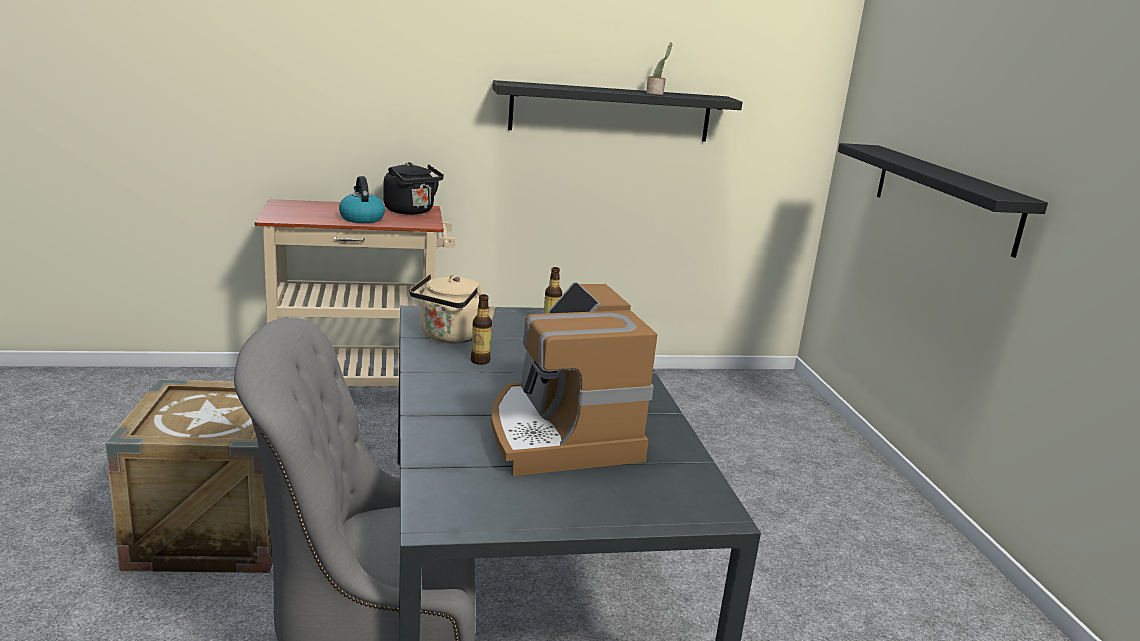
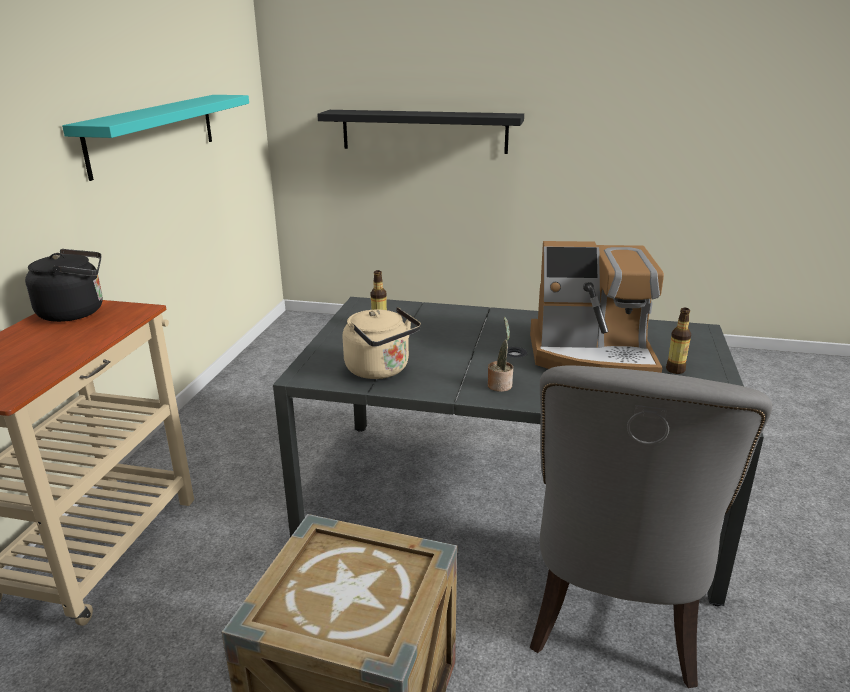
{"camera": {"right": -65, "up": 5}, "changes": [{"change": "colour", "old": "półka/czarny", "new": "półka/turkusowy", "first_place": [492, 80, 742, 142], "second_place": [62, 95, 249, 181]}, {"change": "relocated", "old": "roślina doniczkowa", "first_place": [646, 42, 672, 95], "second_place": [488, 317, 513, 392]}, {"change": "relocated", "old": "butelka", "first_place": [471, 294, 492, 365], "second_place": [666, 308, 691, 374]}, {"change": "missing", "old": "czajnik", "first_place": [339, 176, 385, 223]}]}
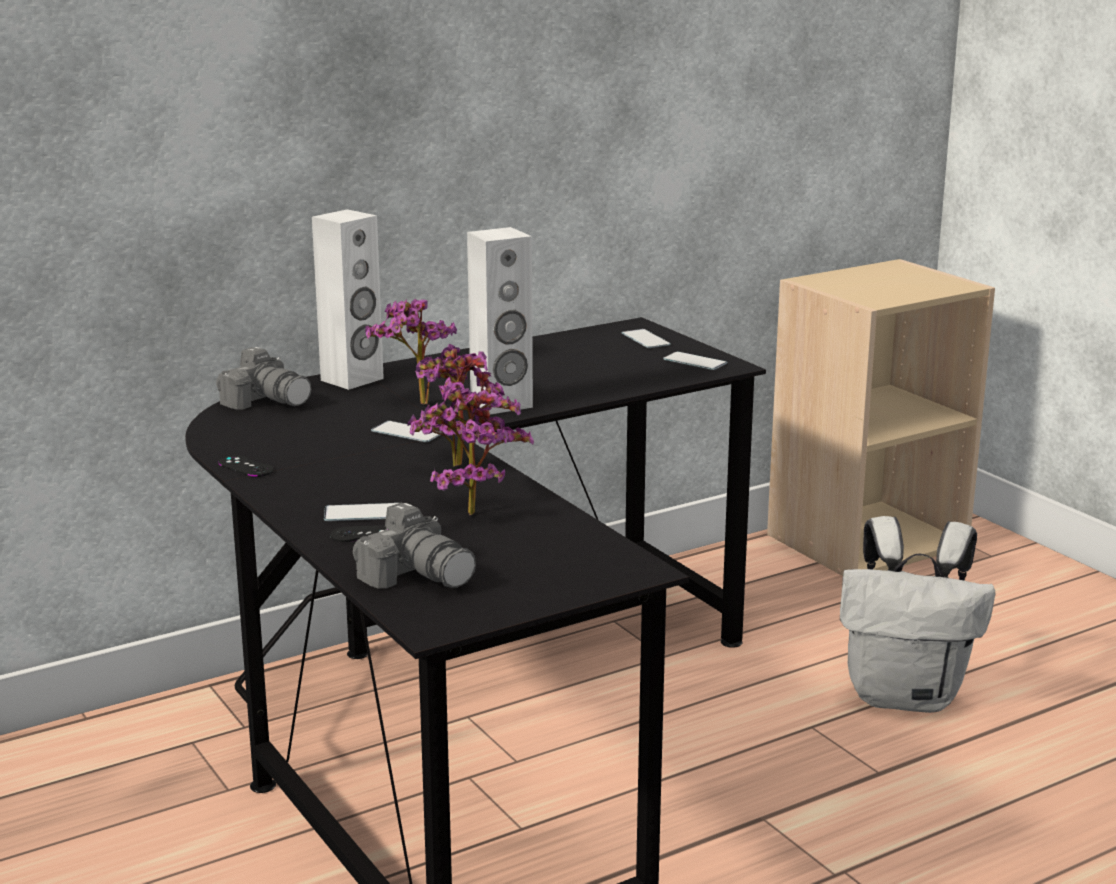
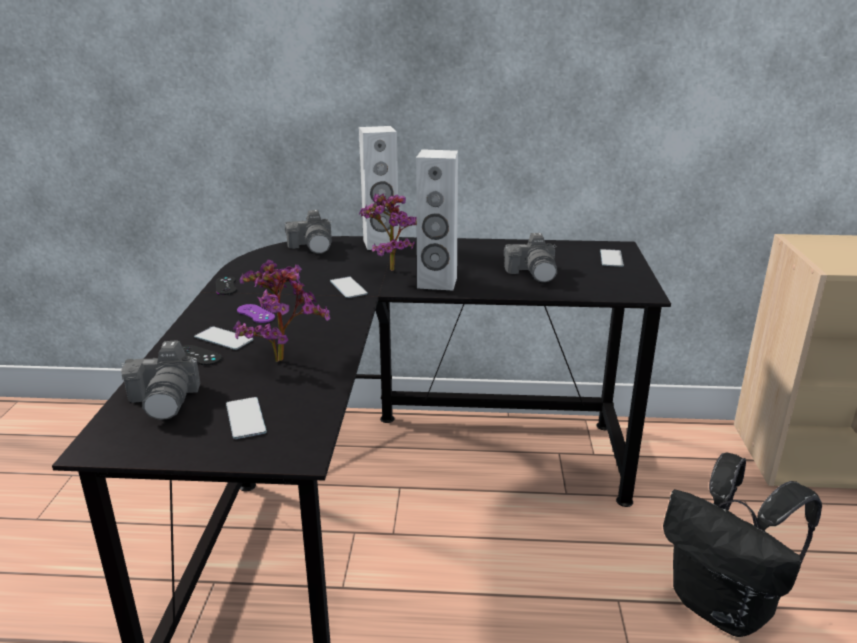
{"camera": {"right": 35, "up": 5}, "changes": [{"change": "relocated", "old": "telefon", "first_place": [663, 352, 727, 370], "second_place": [226, 397, 267, 439]}, {"change": "appeared", "new": "pad do gier/fioletowy", "second_place": [237, 304, 275, 323]}, {"change": "appeared", "new": "aparat fotograficzny", "second_place": [504, 233, 557, 282]}, {"change": "colour", "old": "plecak/biały", "new": "plecak/czarny", "first_place": [840, 516, 995, 713], "second_place": [663, 452, 822, 637]}, {"change": "missing", "old": "roślina doniczkowa", "first_place": [408, 344, 521, 467]}]}
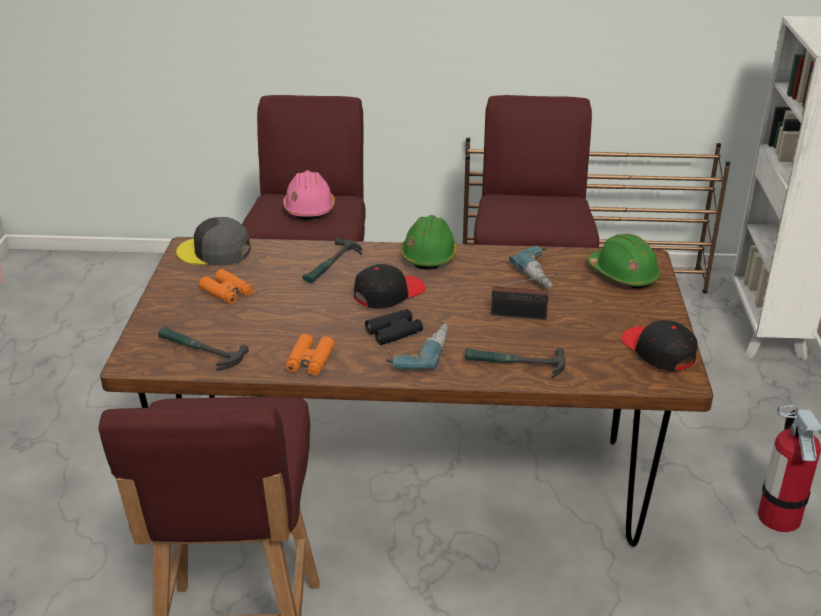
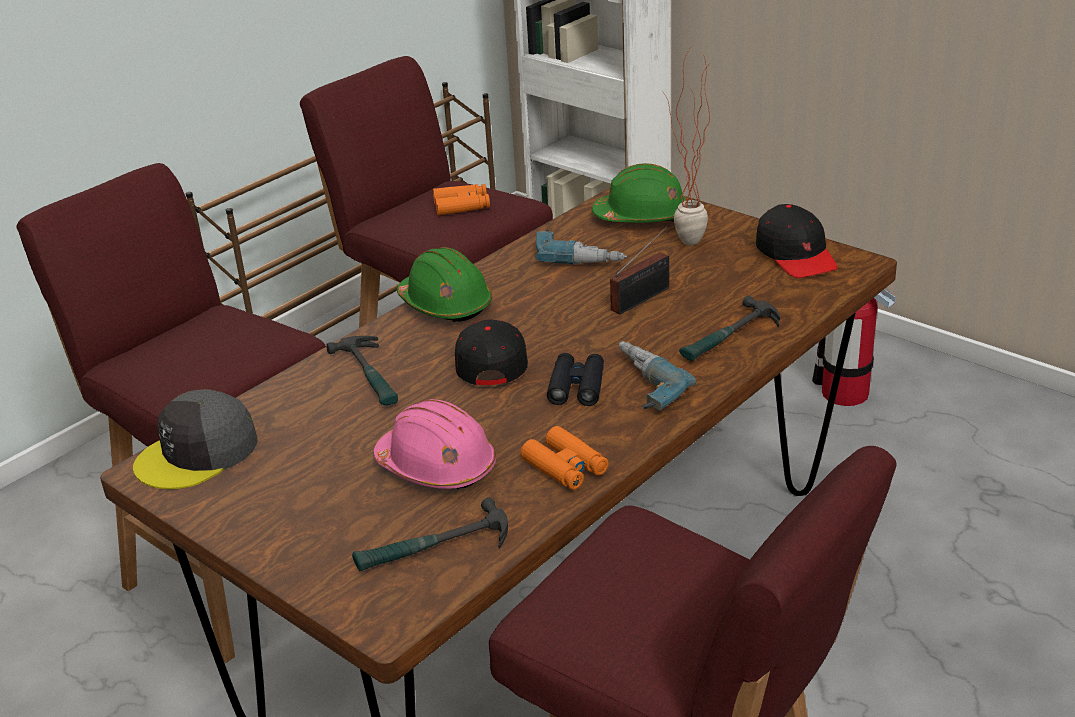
{"camera": {"right": -50, "up": 0}, "changes": [{"change": "relocated", "old": "kask/różowy", "first_place": [283, 170, 335, 220], "second_place": [374, 399, 496, 489]}, {"change": "relocated", "old": "lornetka/pomarańczowy", "first_place": [199, 269, 253, 304], "second_place": [433, 184, 490, 215]}, {"change": "appeared", "new": "roślina doniczkowa", "second_place": [663, 46, 710, 245]}, {"change": "spun", "old": "czapka z daszkiem/czarny", "first_place": [621, 320, 697, 371], "second_place": [756, 204, 838, 278], "degrees": -120}]}
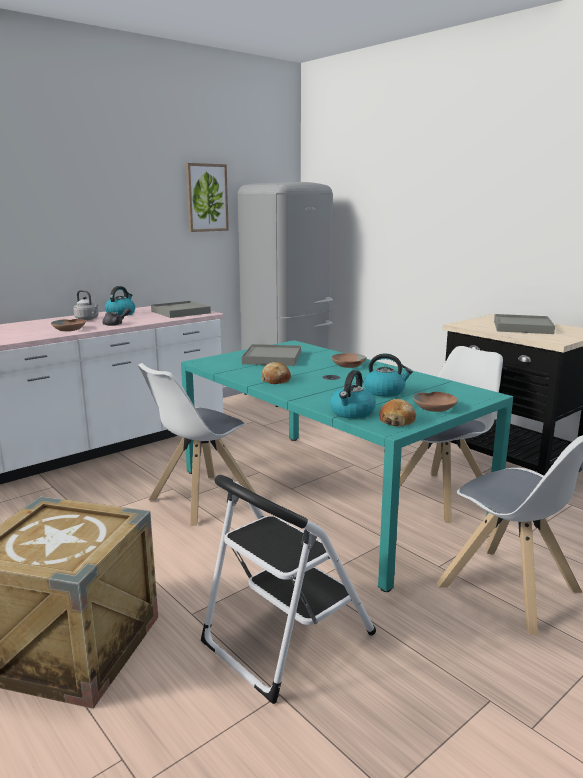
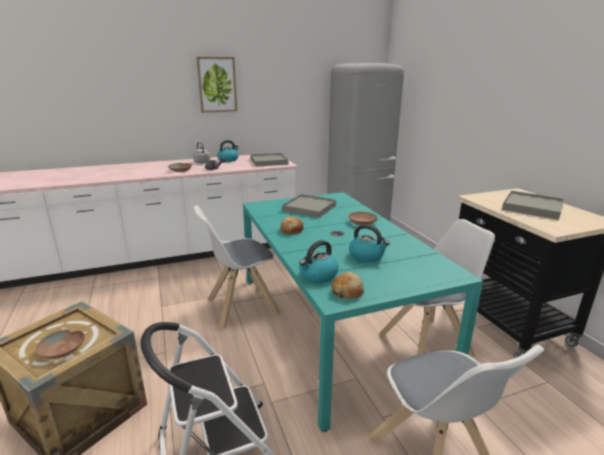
{"camera": {"right": 20, "up": 5}, "changes": [{"change": "relocated", "old": "miska/brązowy", "first_place": [413, 392, 458, 412], "second_place": [35, 329, 84, 359]}, {"change": "relocated", "old": "obraz", "first_place": [186, 163, 229, 232], "second_place": [196, 57, 237, 113]}]}
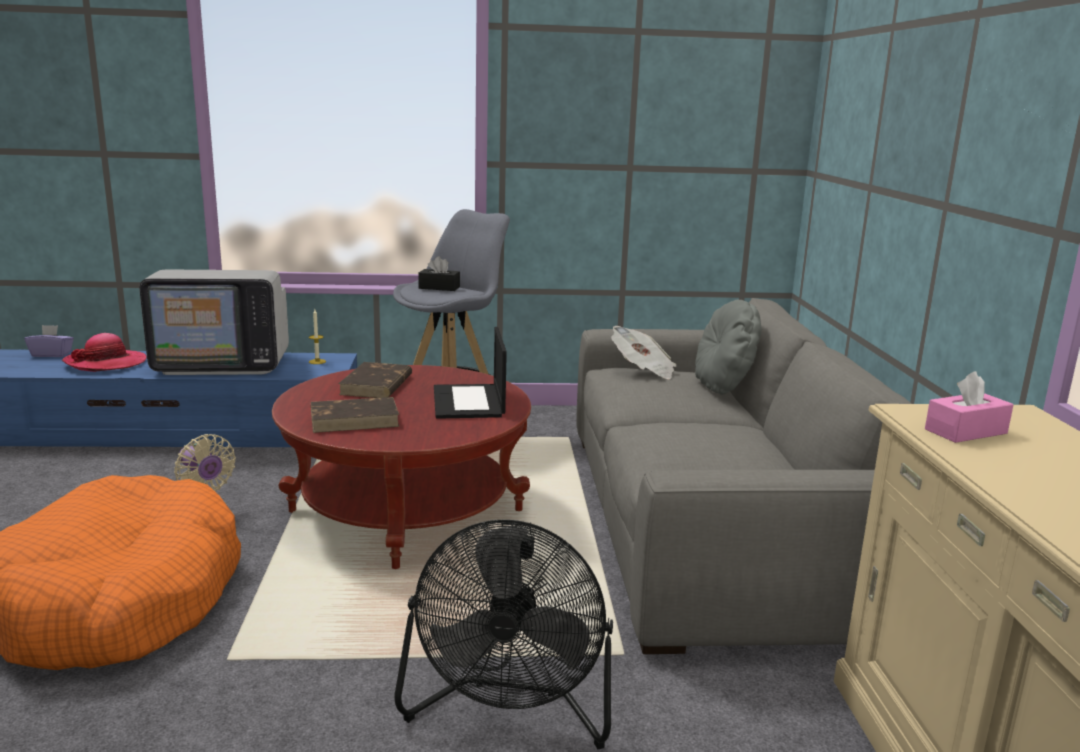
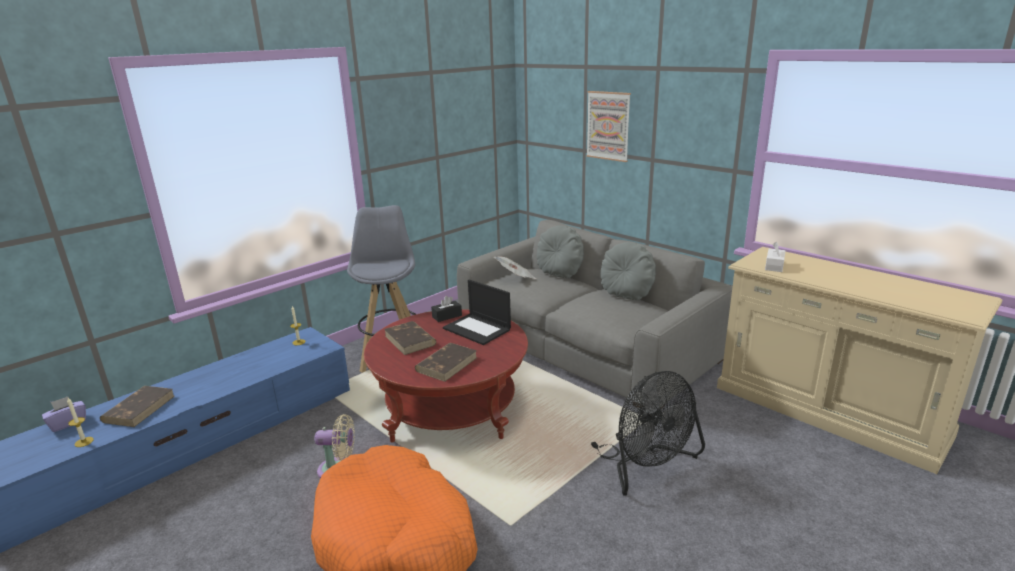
{"camera": {"right": -40, "up": 5}, "changes": [{"change": "appeared", "new": "świeca", "second_place": [67, 398, 94, 447]}, {"change": "exchanged", "old": "kapelusz", "new": "książka/brązowy", "first_place": [61, 333, 147, 372], "second_place": [100, 386, 175, 427]}, {"change": "relocated", "old": "pudełko chusteczek/czarny", "first_place": [418, 256, 460, 291], "second_place": [431, 296, 462, 322]}, {"change": "appeared", "new": "obraz", "second_place": [586, 91, 631, 162]}, {"change": "appeared", "new": "poduszka/szary", "second_place": [601, 242, 656, 300]}, {"change": "colour", "old": "pudełko chusteczek/różowy", "new": "pudełko chusteczek/biały", "first_place": [925, 371, 1013, 443], "second_place": [765, 242, 785, 272]}, {"change": "missing", "old": "telewizor", "first_place": [139, 270, 289, 375]}]}
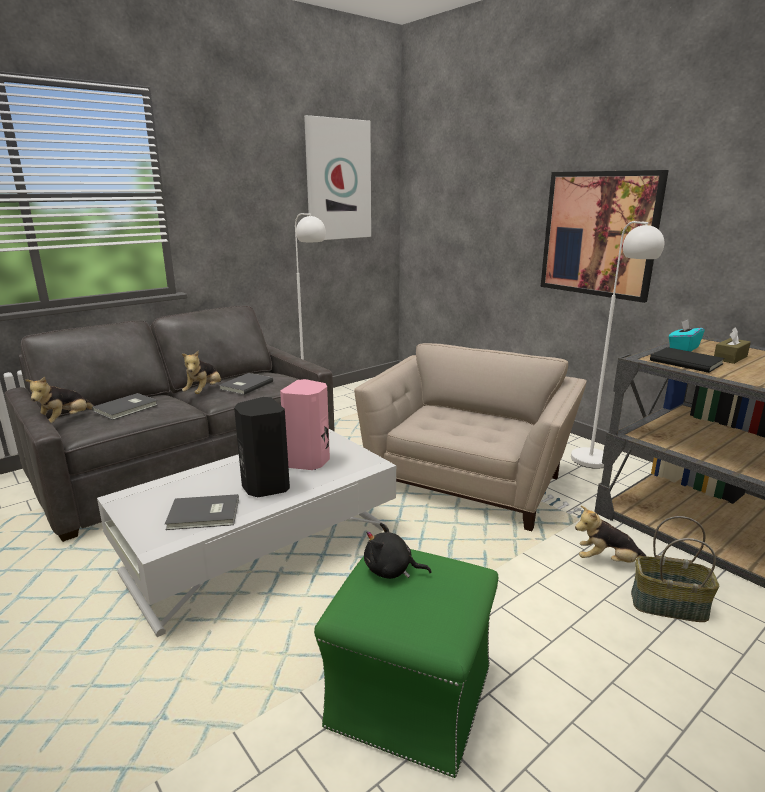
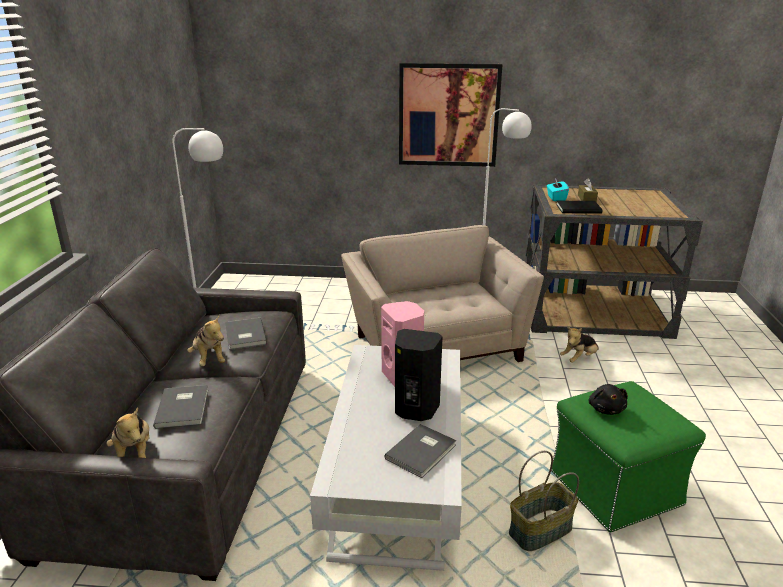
{"camera": {"right": -45, "up": 5}, "changes": [{"change": "relocated", "old": "koszyk", "first_place": [631, 516, 719, 622], "second_place": [509, 451, 579, 551]}, {"change": "spun", "old": "pluszak/czarny", "first_place": [364, 523, 431, 579], "second_place": [589, 384, 628, 415], "degrees": -60}, {"change": "missing", "old": "obraz", "first_place": [304, 115, 371, 240]}]}
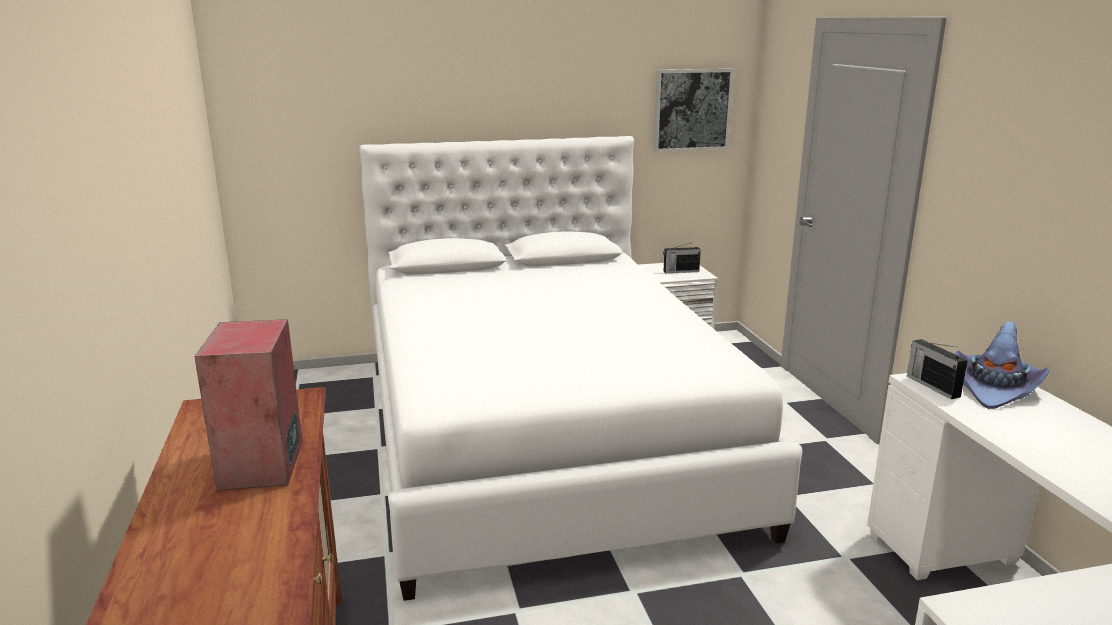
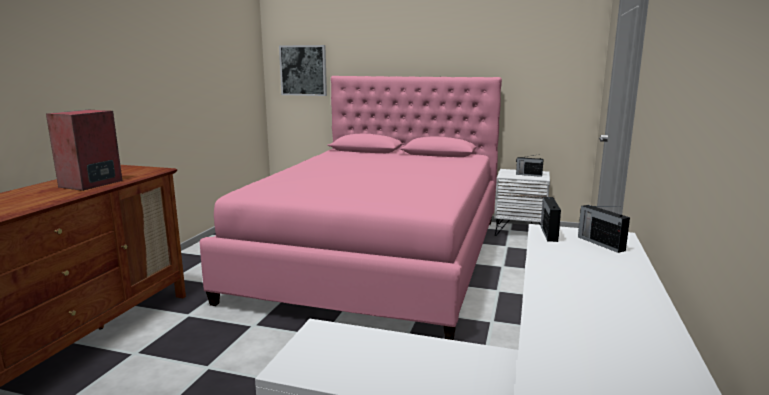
{"camera": {"right": 30, "up": -5}, "changes": [{"change": "colour", "old": "łóżko/biały", "new": "łóżko/różowy", "first_place": [359, 136, 803, 601], "second_place": [200, 76, 502, 340]}, {"change": "relocated", "old": "obraz", "first_place": [653, 69, 734, 152], "second_place": [279, 45, 327, 96]}, {"change": "exchanged", "old": "kapelusz/fioletowy", "new": "radio", "first_place": [955, 321, 1050, 409], "second_place": [578, 205, 630, 253]}]}
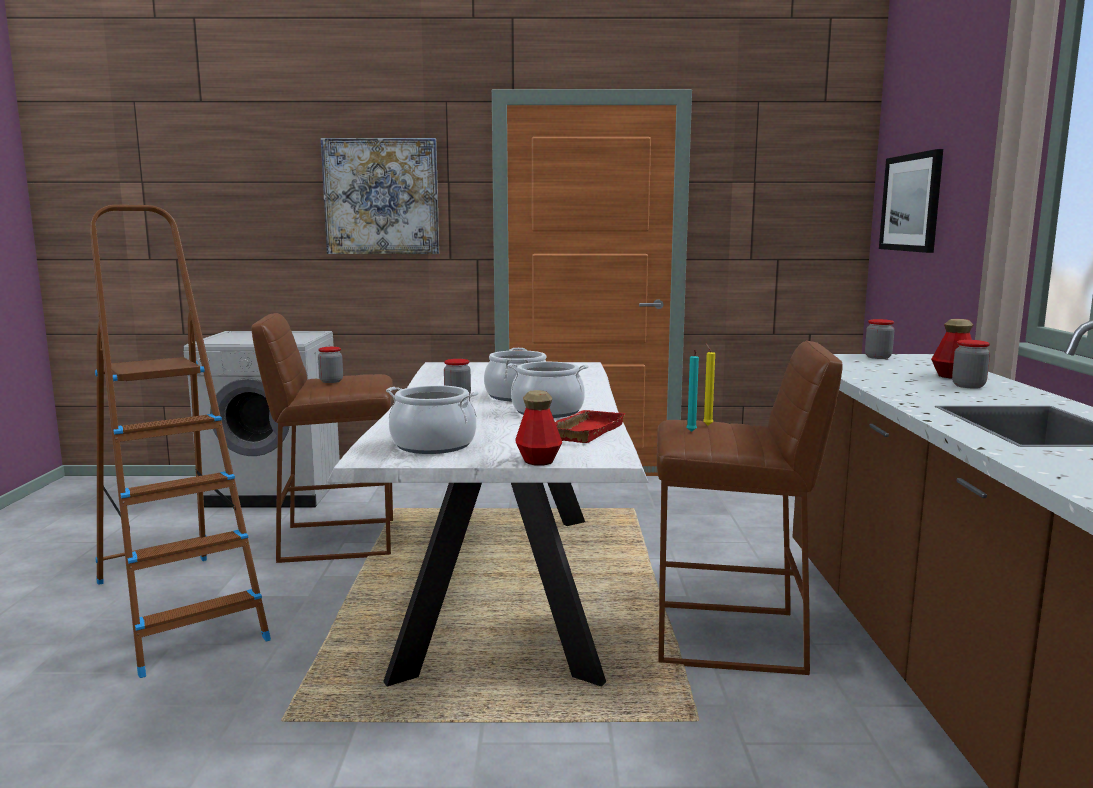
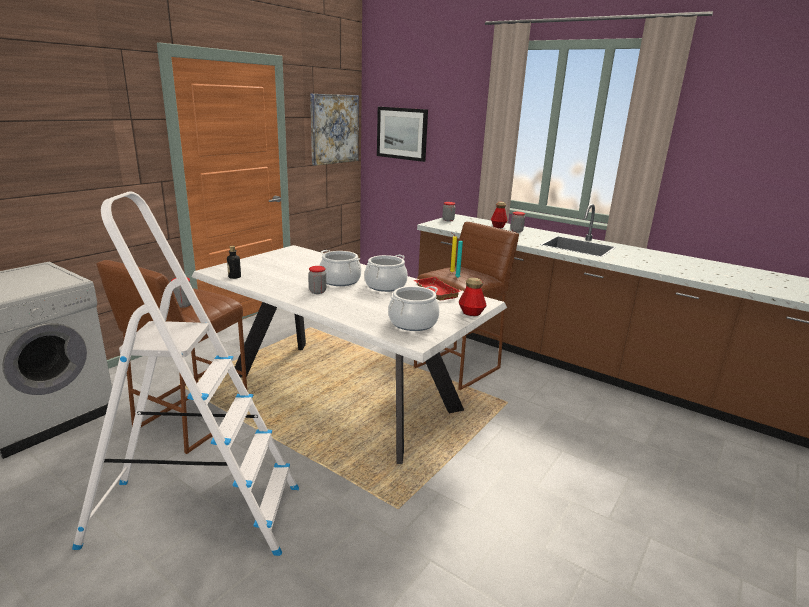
{"camera": {"right": -55, "up": 10}, "changes": [{"change": "colour", "old": "drabinka/brązowy", "new": "drabinka/biały", "first_place": [90, 205, 271, 678], "second_place": [72, 191, 299, 556]}, {"change": "appeared", "new": "butelka", "second_place": [227, 246, 241, 279]}, {"change": "relocated", "old": "obraz", "first_place": [321, 138, 439, 254], "second_place": [310, 94, 359, 165]}]}
